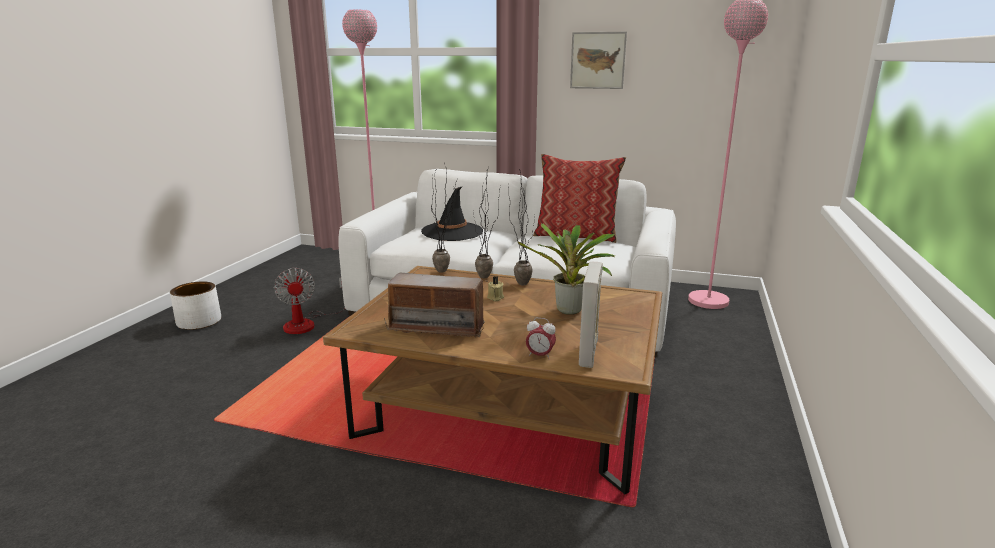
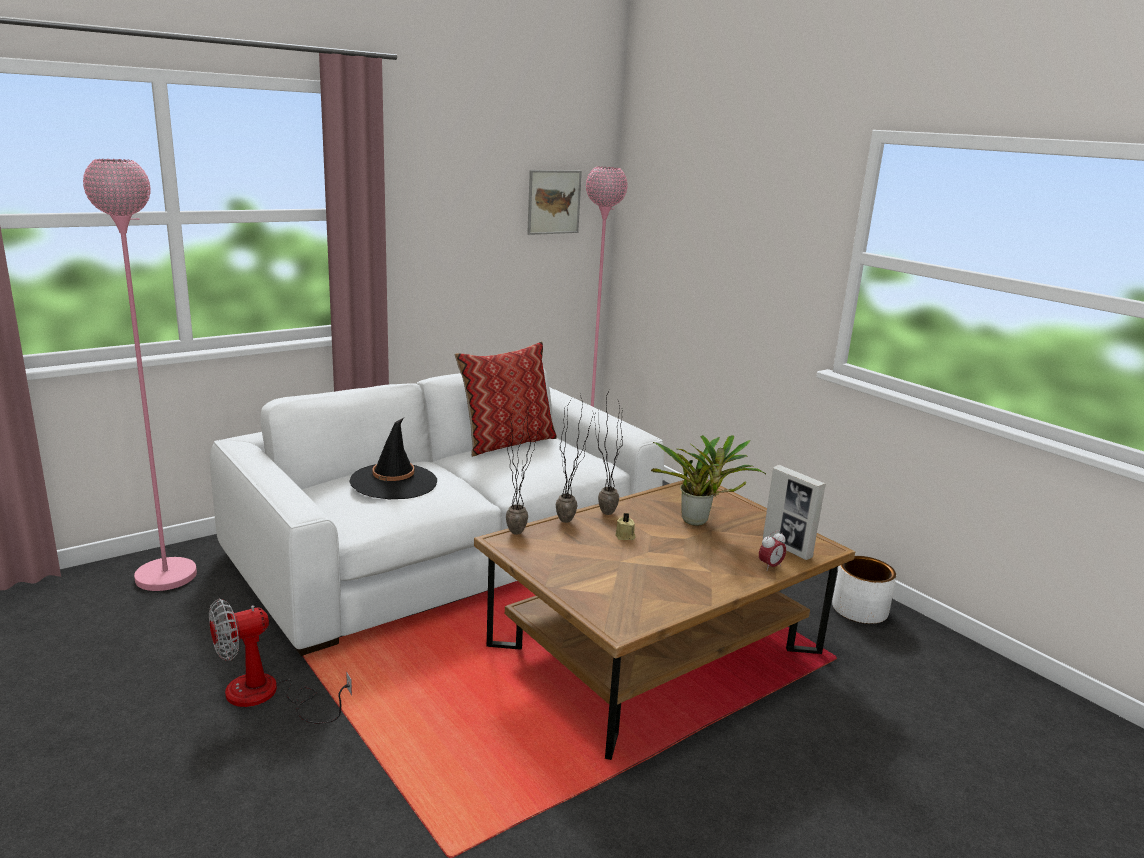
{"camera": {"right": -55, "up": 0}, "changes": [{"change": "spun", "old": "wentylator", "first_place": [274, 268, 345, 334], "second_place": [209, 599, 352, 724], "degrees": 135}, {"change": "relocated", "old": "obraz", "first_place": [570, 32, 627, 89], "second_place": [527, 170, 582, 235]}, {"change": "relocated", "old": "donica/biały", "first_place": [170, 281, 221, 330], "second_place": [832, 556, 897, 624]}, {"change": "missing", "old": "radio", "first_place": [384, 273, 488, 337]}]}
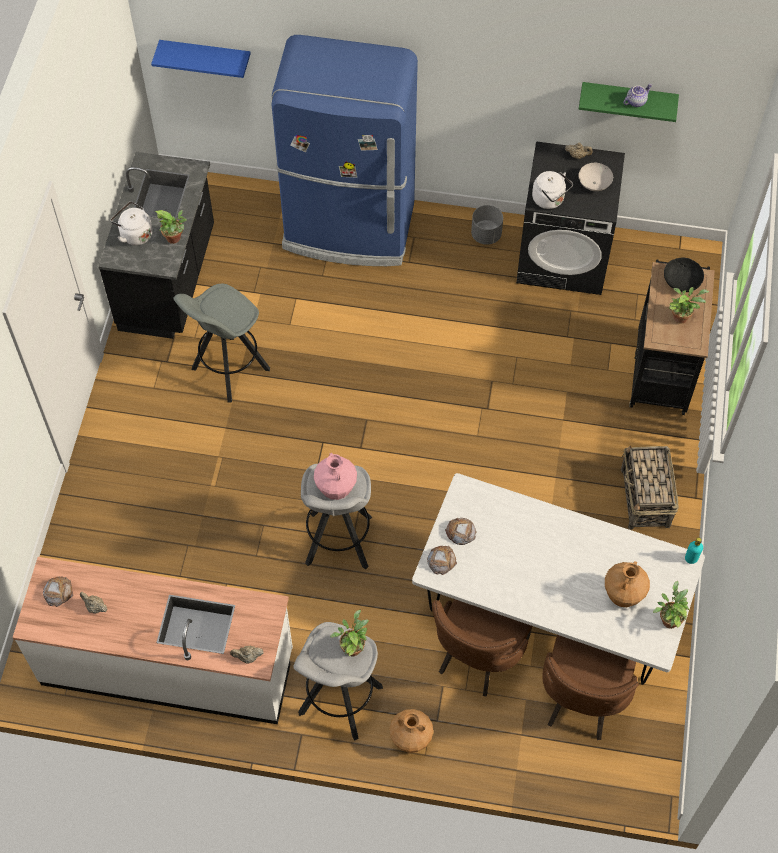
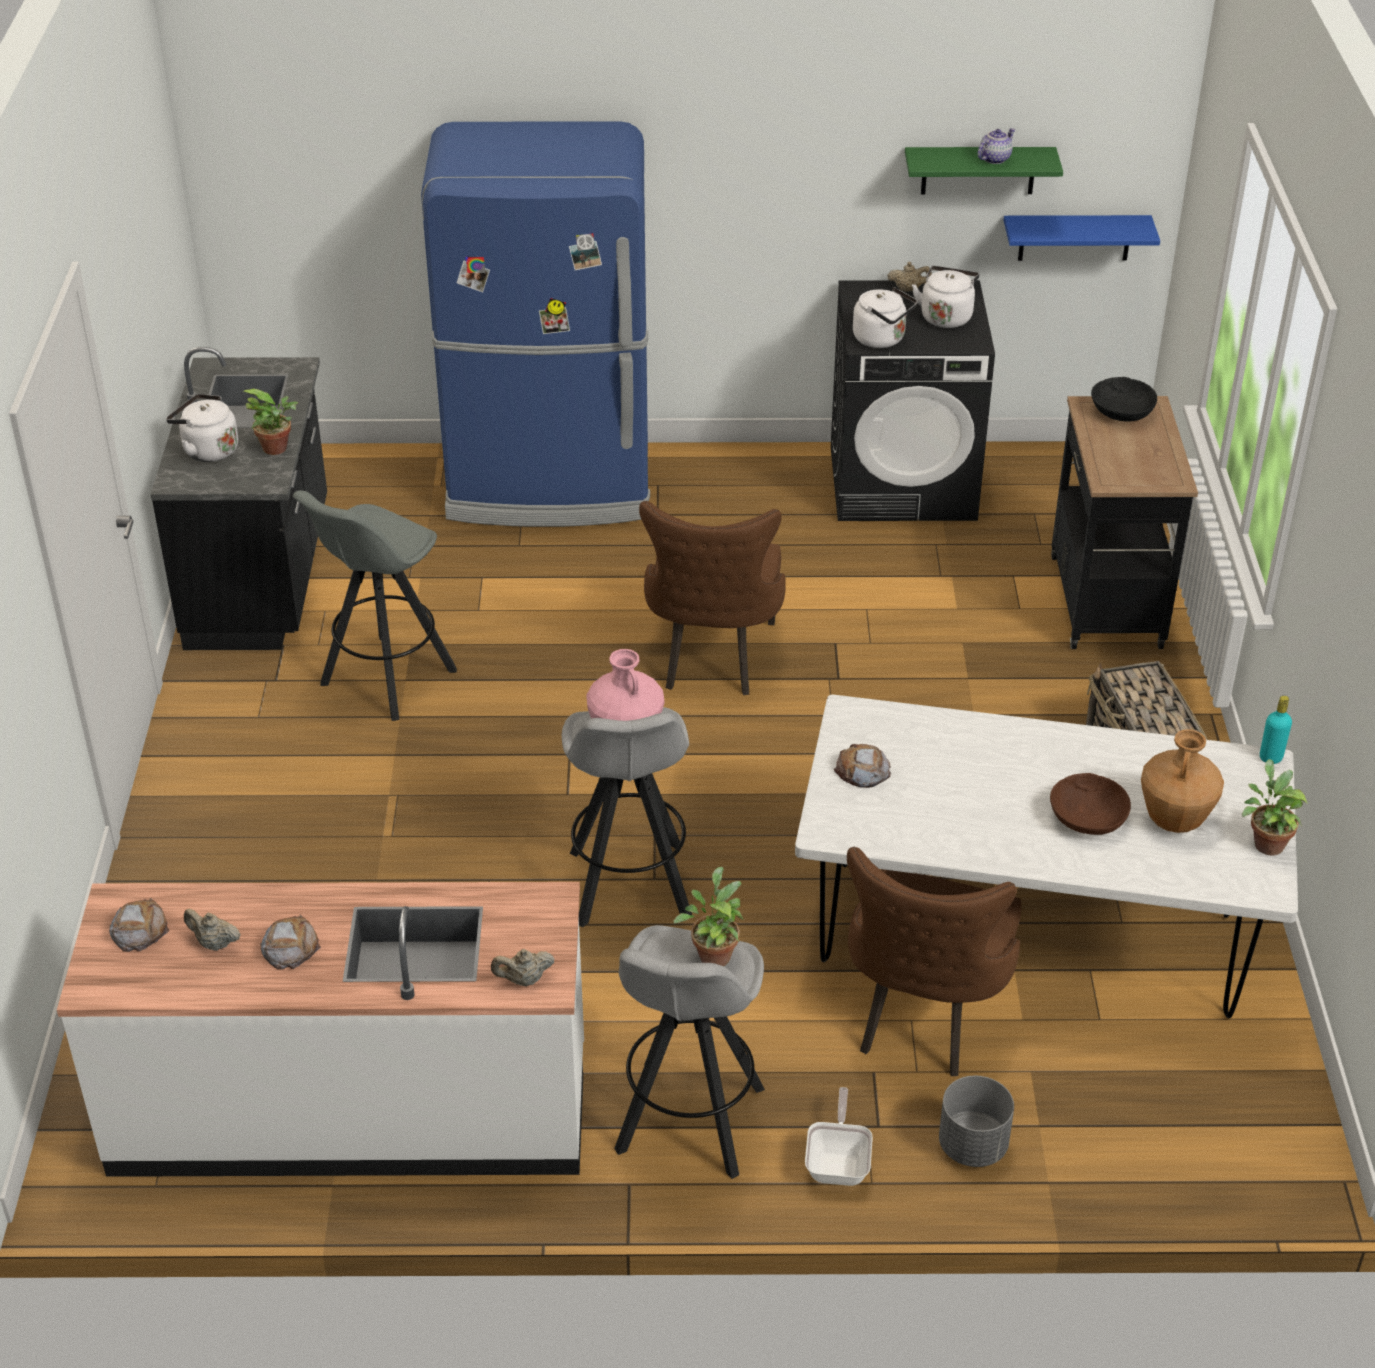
{"camera": {"right": -10, "up": -20}, "changes": [{"change": "relocated", "old": "chleb", "first_place": [427, 546, 457, 575], "second_place": [260, 915, 321, 969]}, {"change": "relocated", "old": "krzesło/brązowy", "first_place": [542, 635, 639, 740], "second_place": [639, 501, 786, 695]}, {"change": "exchanged", "old": "wazon/brązowy", "new": "patelnia", "first_place": [389, 709, 433, 753], "second_place": [805, 1087, 873, 1186]}, {"change": "exchanged", "old": "miska/biały", "new": "czajnik/biały", "first_place": [578, 163, 613, 191], "second_place": [912, 266, 979, 328]}, {"change": "relocated", "old": "donica/szary", "first_place": [471, 205, 503, 245], "second_place": [939, 1076, 1014, 1167]}, {"change": "relocated", "old": "półka/niebieski", "first_place": [151, 40, 251, 78], "second_place": [1004, 215, 1160, 261]}, {"change": "appeared", "new": "miska/brązowy", "second_place": [1050, 773, 1131, 835]}, {"change": "missing", "old": "roślina doniczkowa", "first_place": [669, 287, 709, 324]}]}
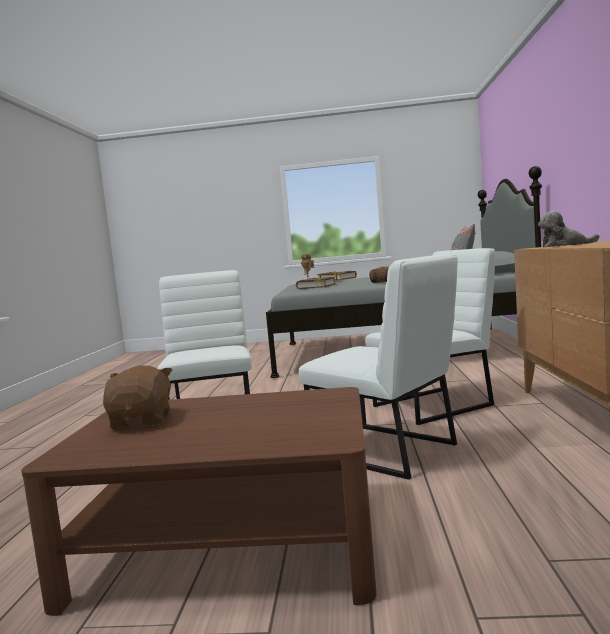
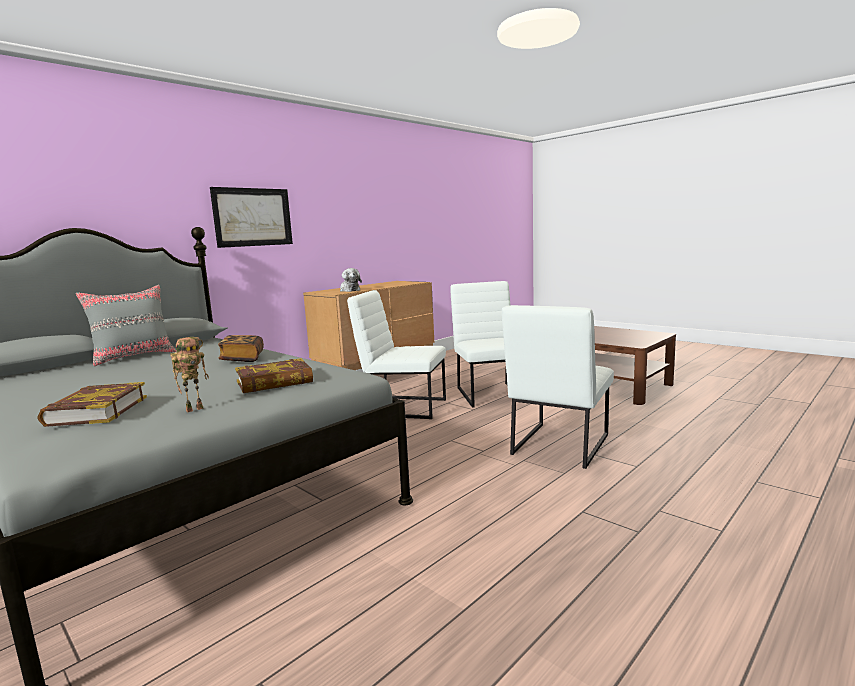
{"camera": {"right": -140, "up": 5}, "changes": [{"change": "appeared", "new": "obraz", "second_place": [210, 187, 293, 248]}, {"change": "missing", "old": "pluszak/brązowy", "first_place": [103, 365, 172, 430]}]}
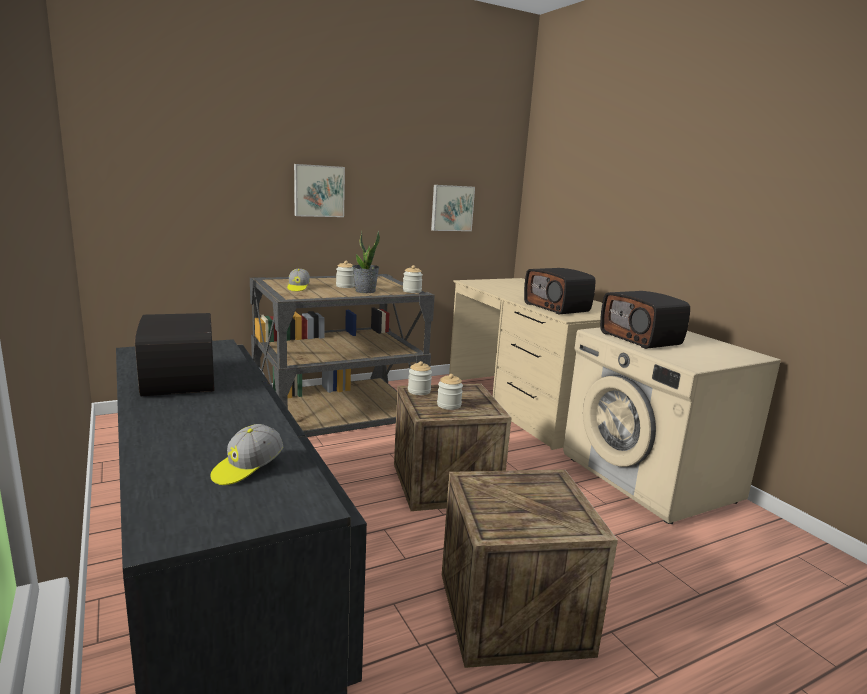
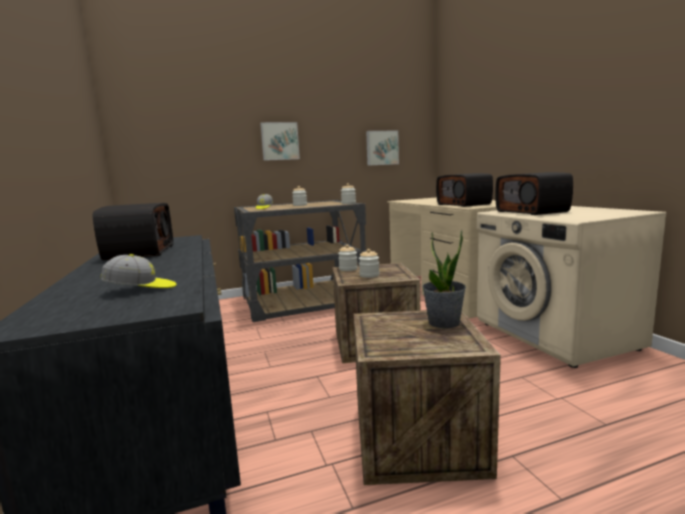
{"camera": {"right": 10, "up": -5}, "changes": [{"change": "spun", "old": "czapka z daszkiem", "first_place": [210, 424, 284, 485], "second_place": [101, 254, 176, 288], "degrees": -150}, {"change": "relocated", "old": "roślina doniczkowa", "first_place": [352, 231, 380, 293], "second_place": [422, 230, 466, 328]}]}
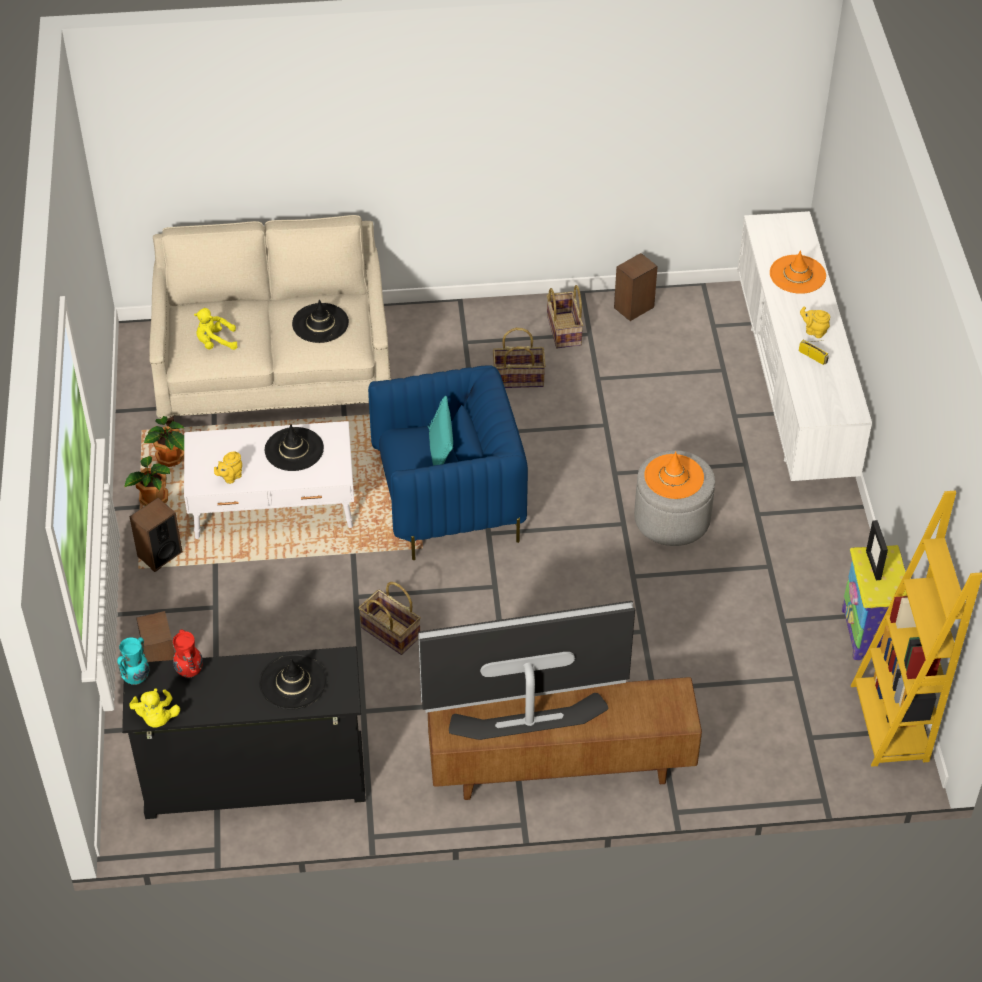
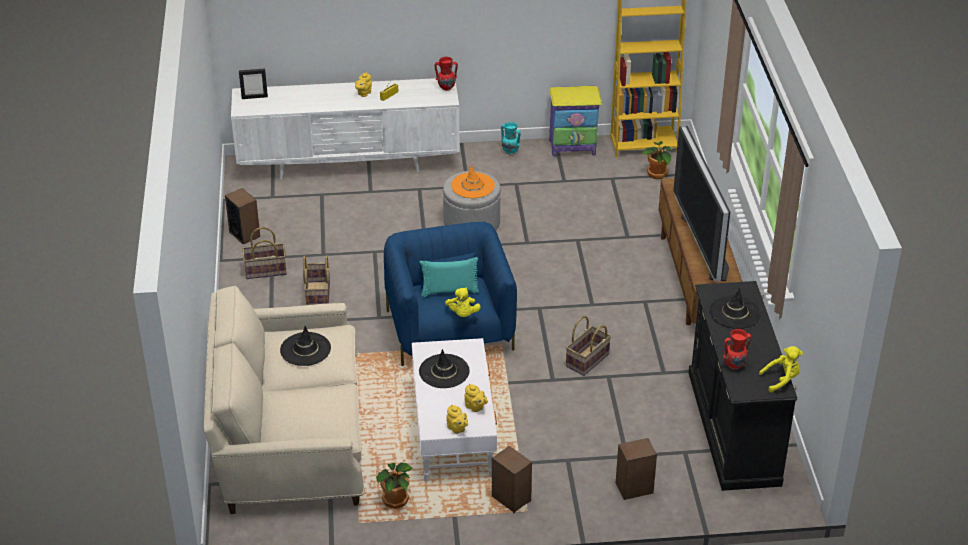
{"camera": {"right": -90, "up": -10}, "changes": [{"change": "relocated", "old": "ramka na zdjęcie", "first_place": [866, 520, 888, 580], "second_place": [239, 68, 268, 99]}, {"change": "appeared", "new": "wazon/czerwony", "second_place": [434, 57, 458, 91]}, {"change": "relocated", "old": "pluszak/żółty", "first_place": [194, 308, 238, 350], "second_place": [445, 287, 481, 317]}, {"change": "appeared", "new": "imbryk/żółty", "second_place": [446, 404, 468, 434]}, {"change": "relocated", "old": "wazon/turkusowy", "first_place": [117, 637, 149, 685], "second_place": [501, 122, 521, 155]}, {"change": "relocated", "old": "roślina doniczkowa", "first_place": [124, 456, 170, 506], "second_place": [642, 141, 672, 179]}, {"change": "missing", "old": "kapelusz/pomarańczowy", "first_place": [770, 250, 826, 294]}]}
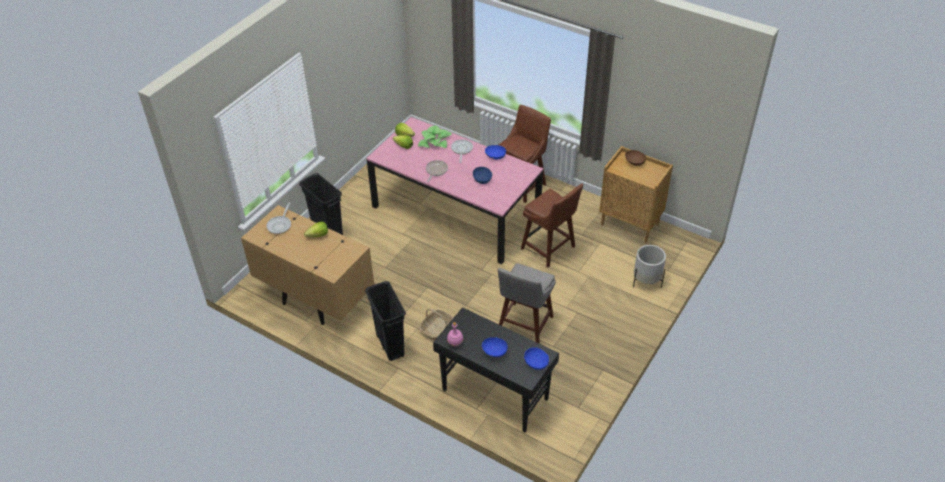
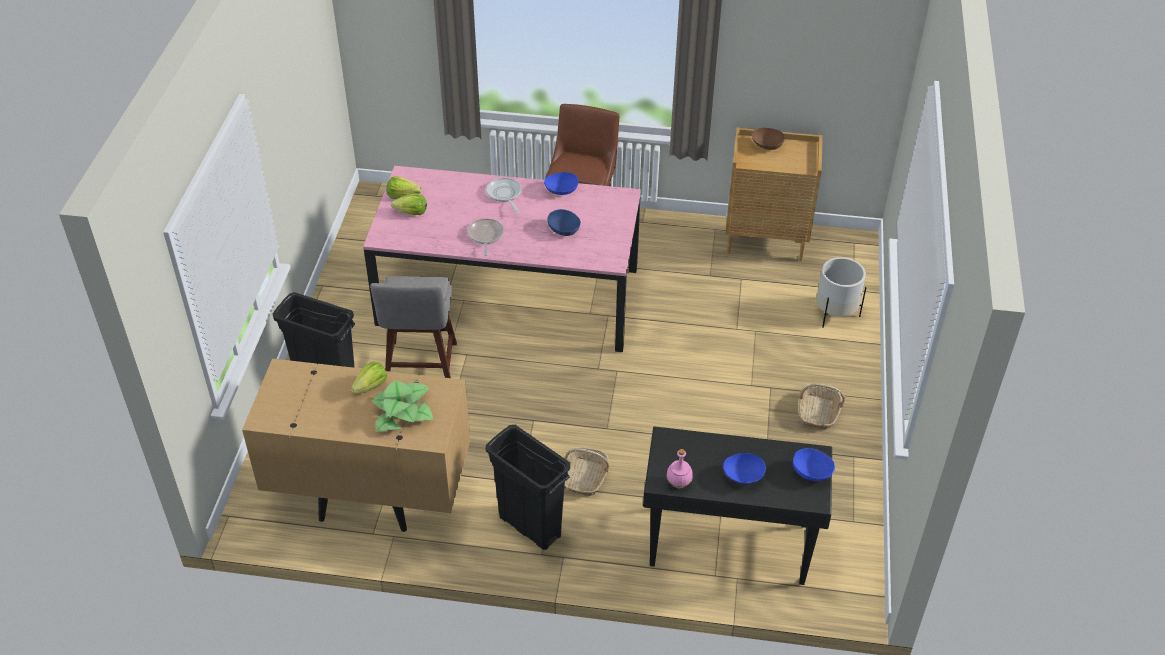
{"camera": {"right": -25, "up": 0}, "changes": [{"change": "relocated", "old": "krzesło/szary", "first_place": [498, 263, 556, 343], "second_place": [370, 276, 457, 378]}, {"change": "relocated", "old": "roślina doniczkowa", "first_place": [418, 126, 452, 148], "second_place": [372, 380, 433, 432]}, {"change": "appeared", "new": "koszyk", "second_place": [799, 383, 845, 429]}, {"change": "missing", "old": "patelnia", "first_place": [267, 203, 291, 234]}, {"change": "missing", "old": "krzesło/brązowy", "first_place": [521, 183, 583, 267]}]}
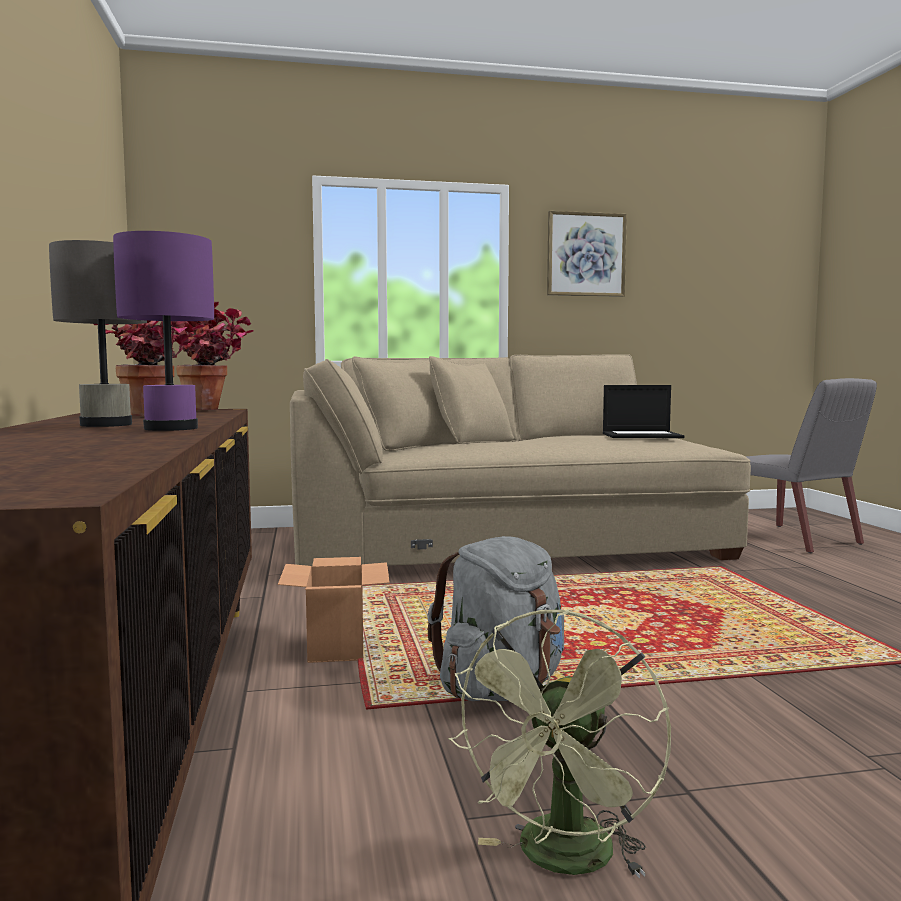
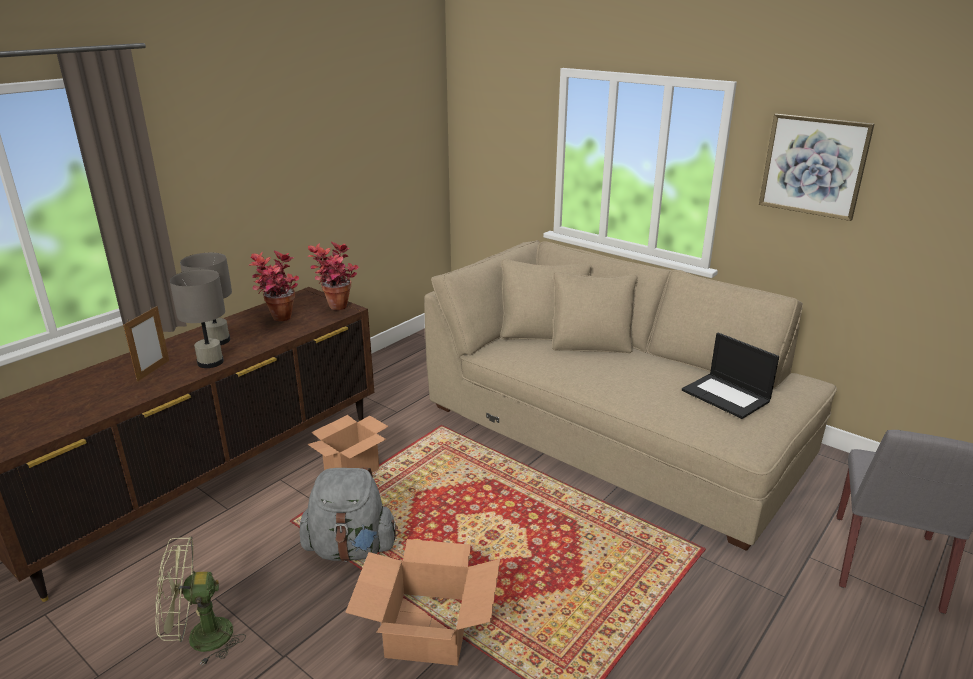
{"camera": {"right": 50, "up": 20}, "changes": [{"change": "appeared", "new": "ramka na zdjęcie", "second_place": [123, 306, 169, 382]}, {"change": "colour", "old": "lampa stołowa/fioletowy", "new": "lampa stołowa/szary", "first_place": [113, 231, 214, 431], "second_place": [170, 269, 225, 368]}, {"change": "appeared", "new": "karton", "second_place": [345, 539, 500, 666]}]}
